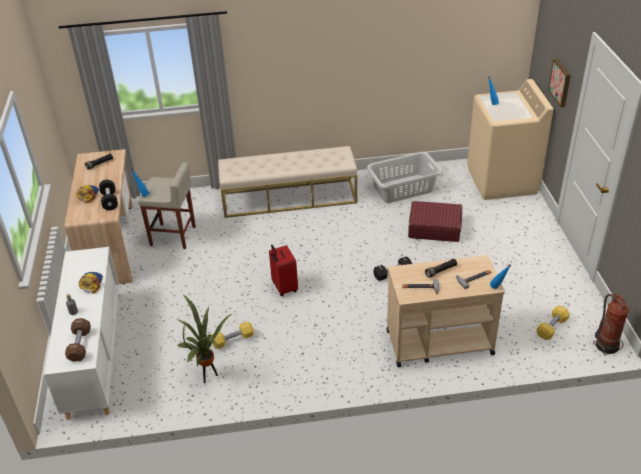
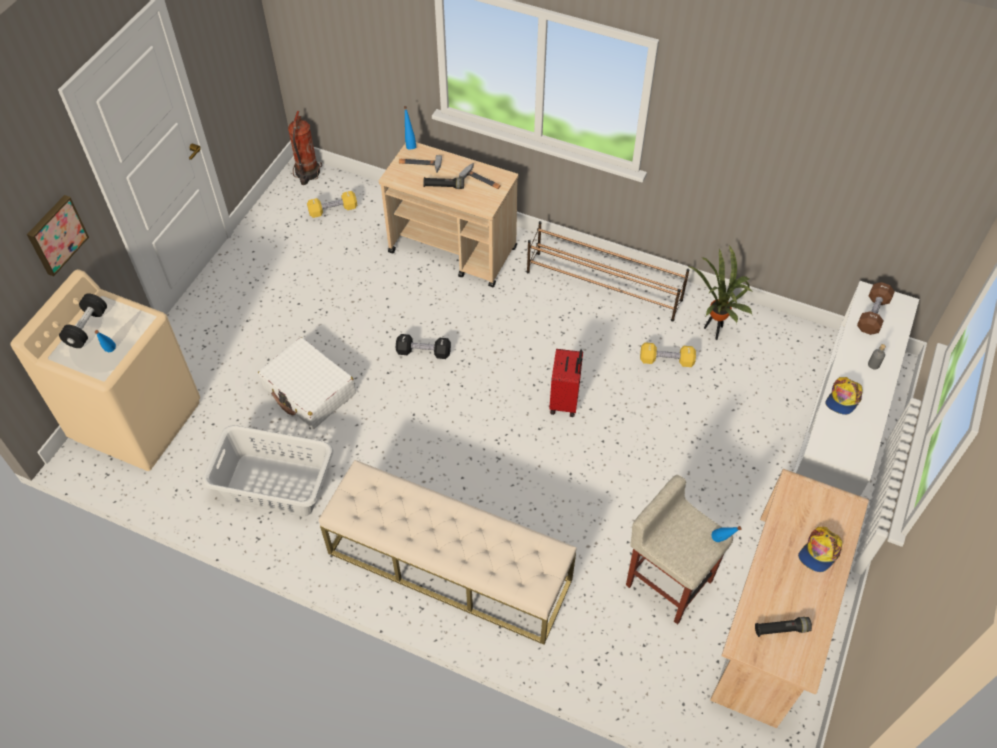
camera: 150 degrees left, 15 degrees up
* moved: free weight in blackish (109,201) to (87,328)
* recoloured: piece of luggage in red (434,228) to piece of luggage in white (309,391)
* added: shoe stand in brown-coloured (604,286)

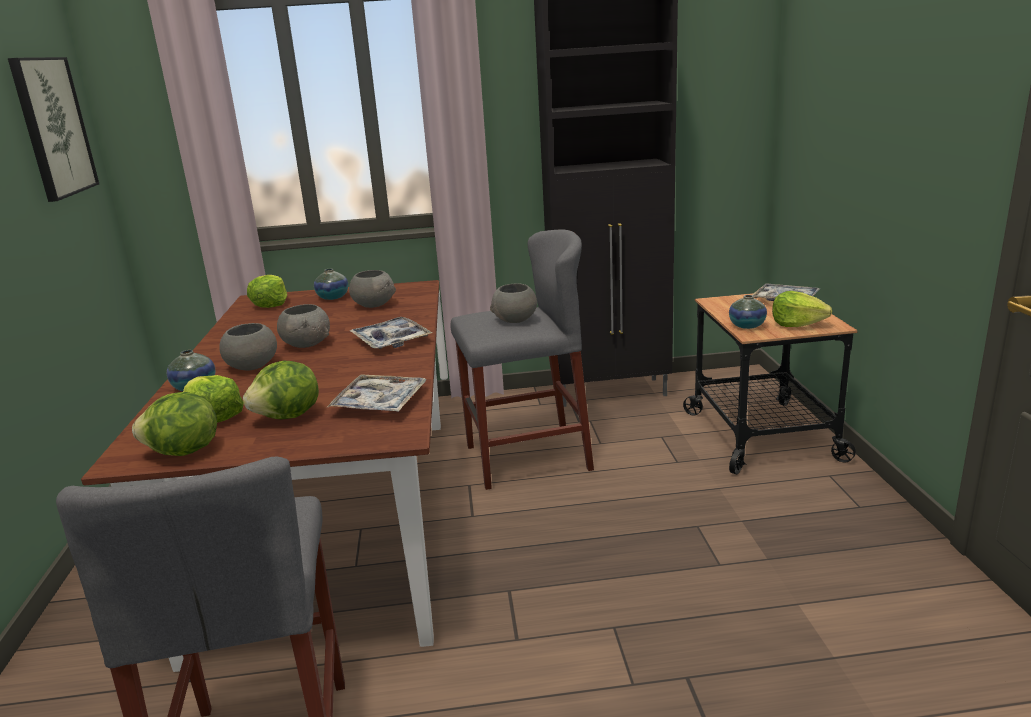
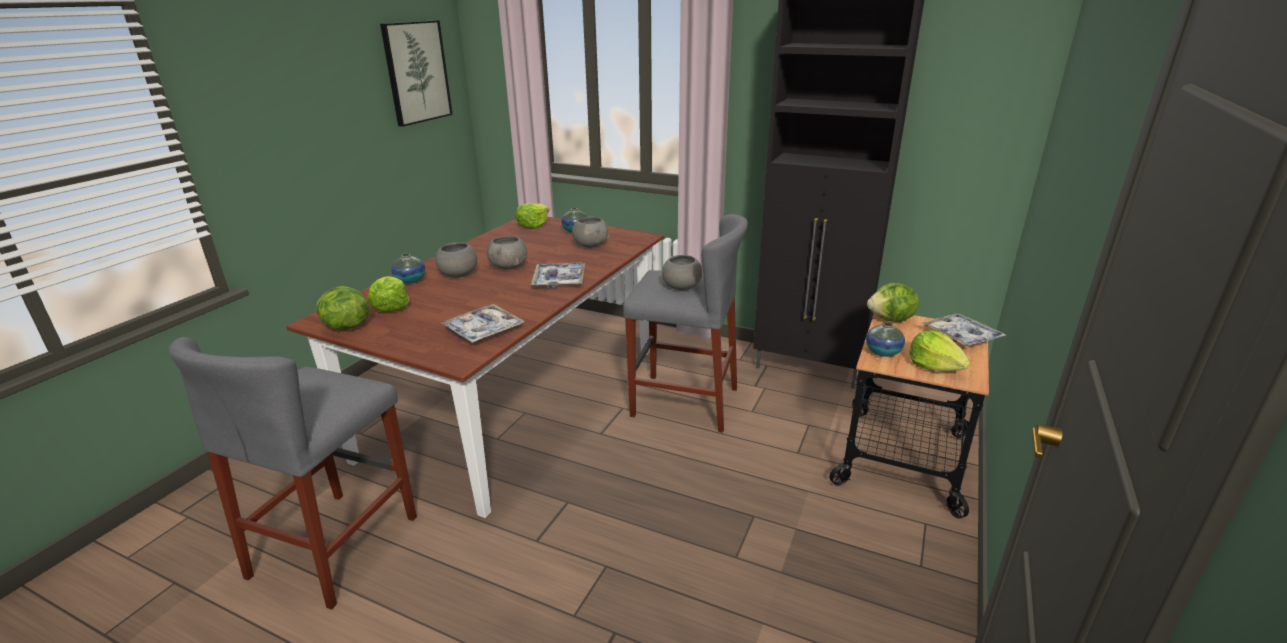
camera: 30 degrees right, 5 degrees up
* moved: head of lettuce (288,417) to (891,320)

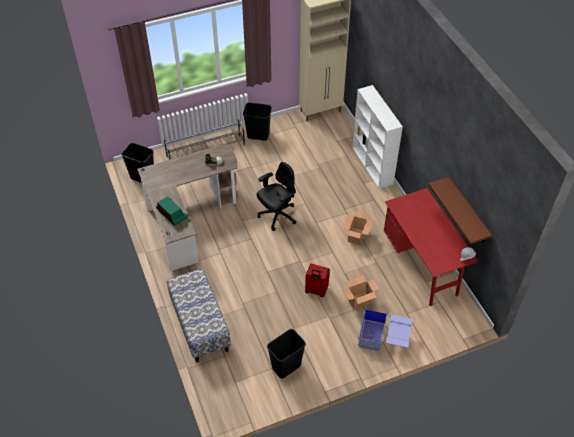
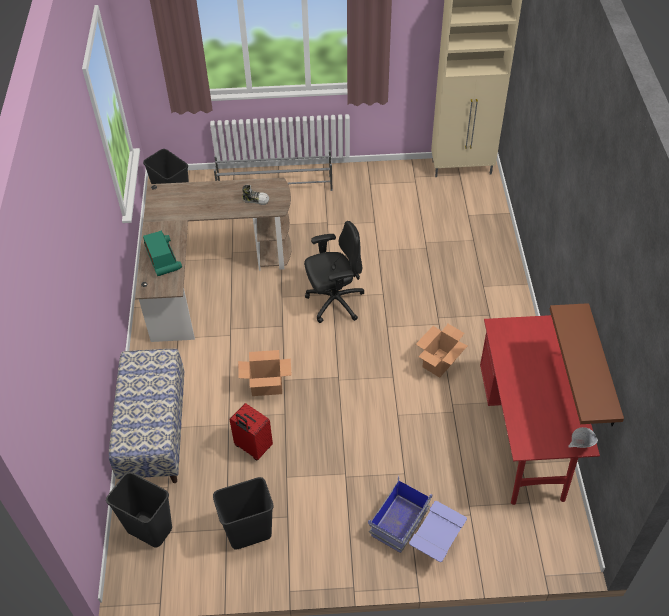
camera: 20 degrees right, 0 degrees up
* removed: bookcase in white (372,165)
* moved: waste bin in blackish (258,135) to (149,529)
* moved: piece of luggage in red (316,291) to (252,447)
* moved: cardboard box (359,300) to (267,386)

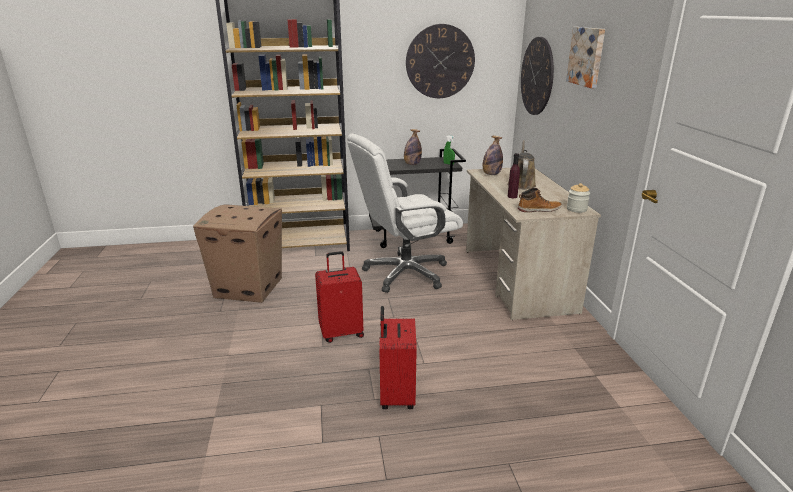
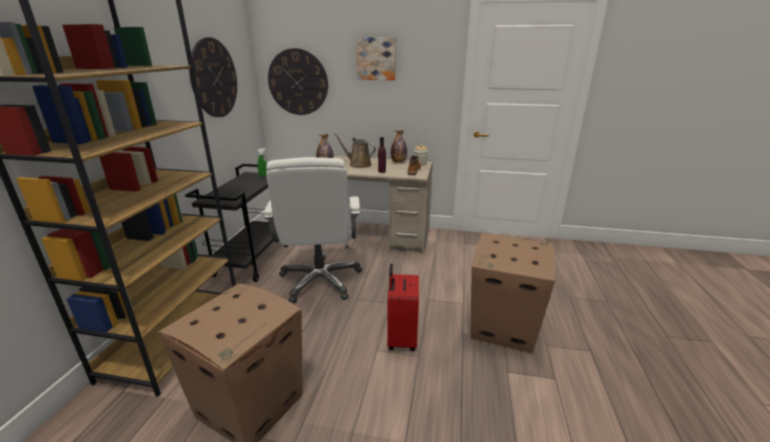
camera: 70 degrees left, 0 degrees up
* moved: beverage bottle (412,164) to (398,162)
* replaced: piece of luggage in red (396,396) to cardboard box (501,326)

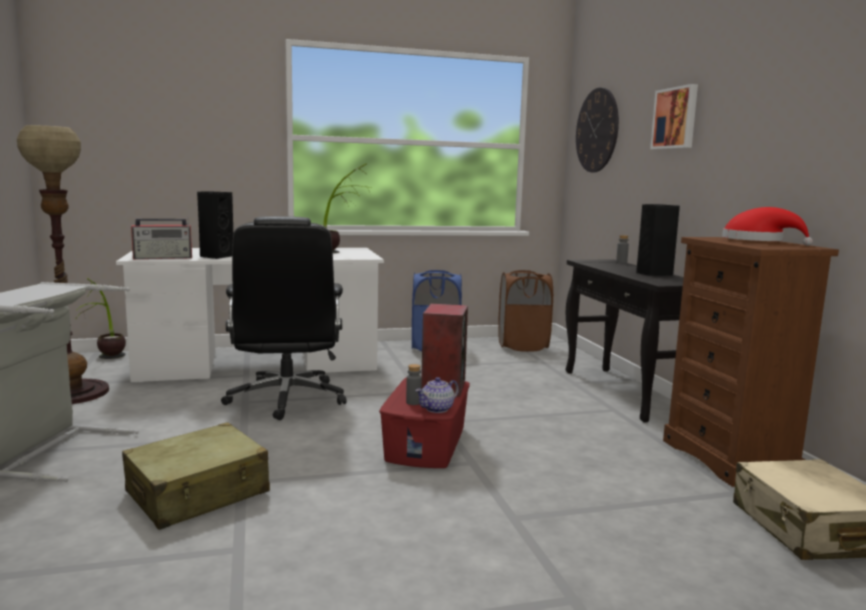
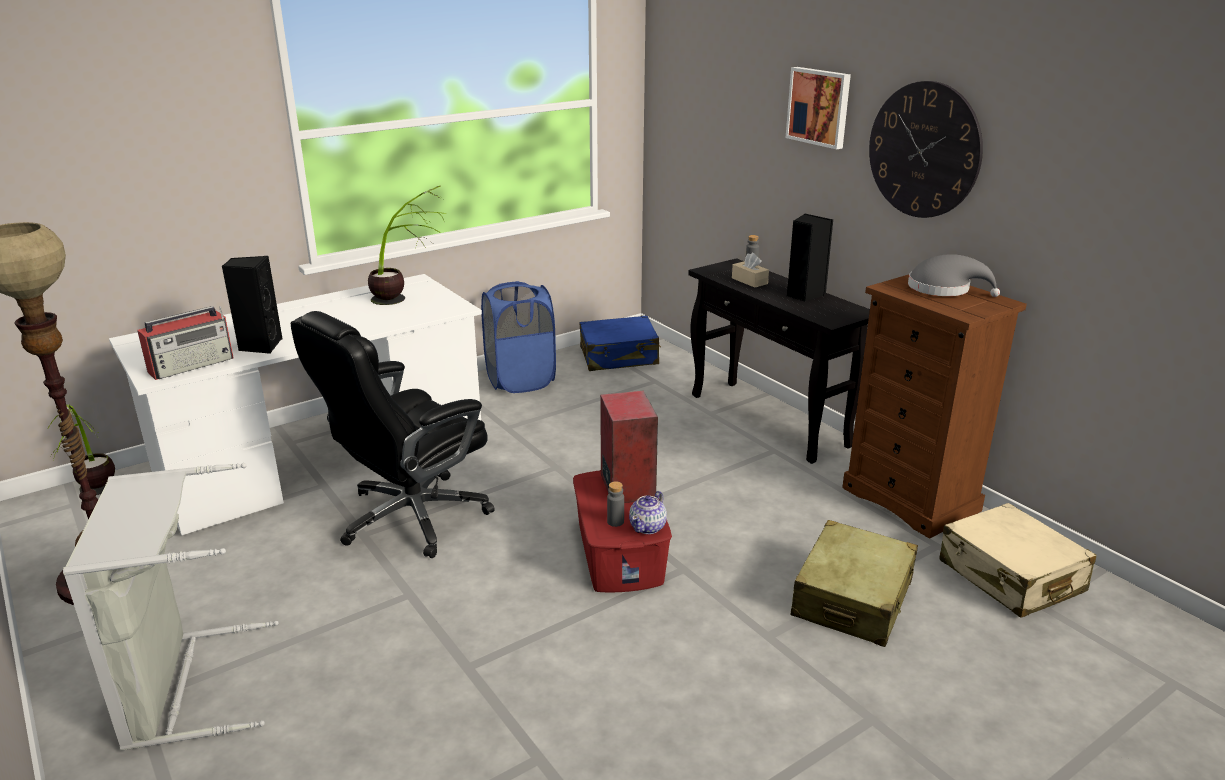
camera: 20 degrees left, 15 degrees up
* moved: wall clock (597,130) to (924,150)
* recoloured: wearable hat in red (758,241) to wearable hat in grey (944,289)
* turned: office chair in blackish (286,399) = (410,517) 75 degrees clockwise
* replaced: laundry basket in brown-coloured (523,346) to piece of luggage in blue (619,356)
* moved: piece of luggage in beige (198,493) to (852,599)
* added: box of tissues in beige (749,281)

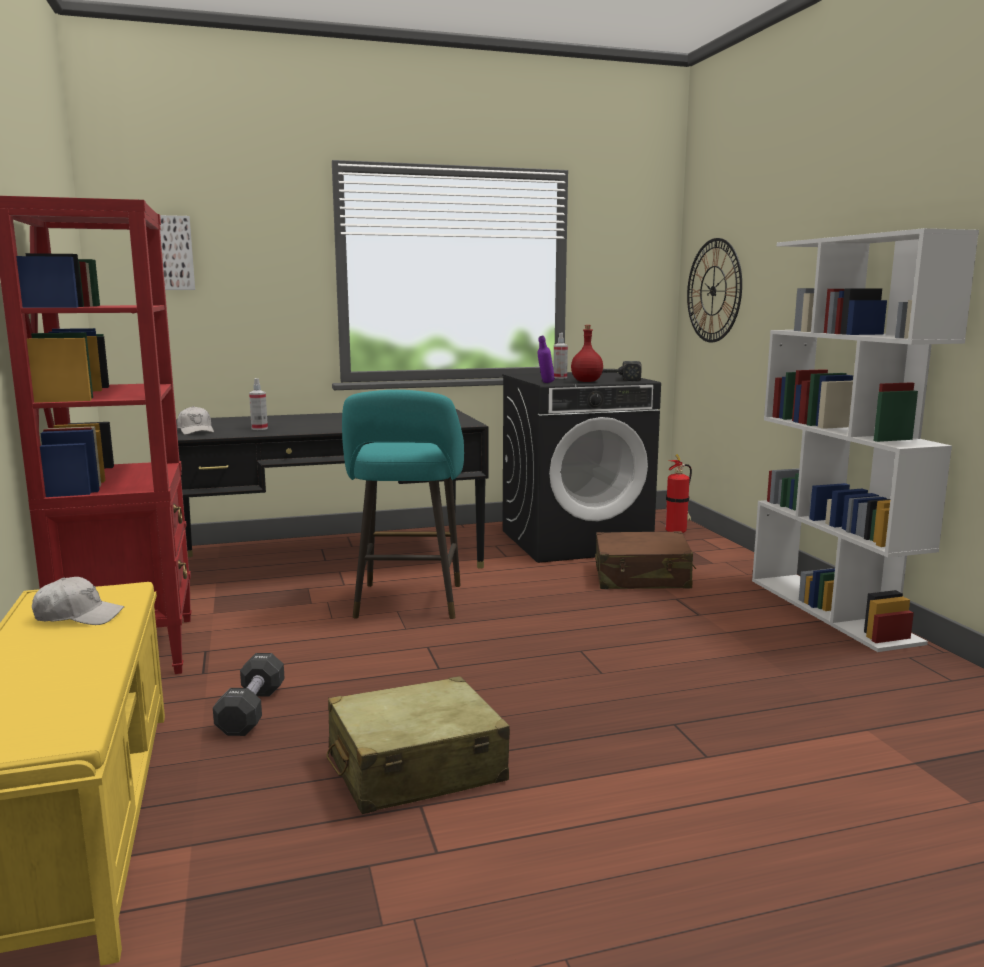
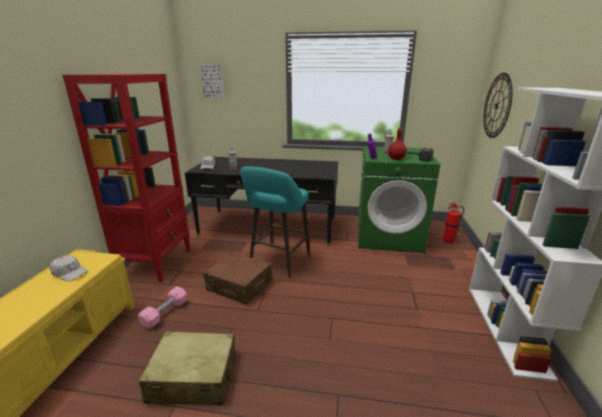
camera: 25 degrees right, 10 degrees up
* recoloured: washing machine in blackish (575,541) to washing machine in greenish (389,236)
* moved: piece of luggage in brown-coloured (642,577) to (240,286)
* recoloured: free weight in blackish (251,710) to free weight in pinkish (165,313)

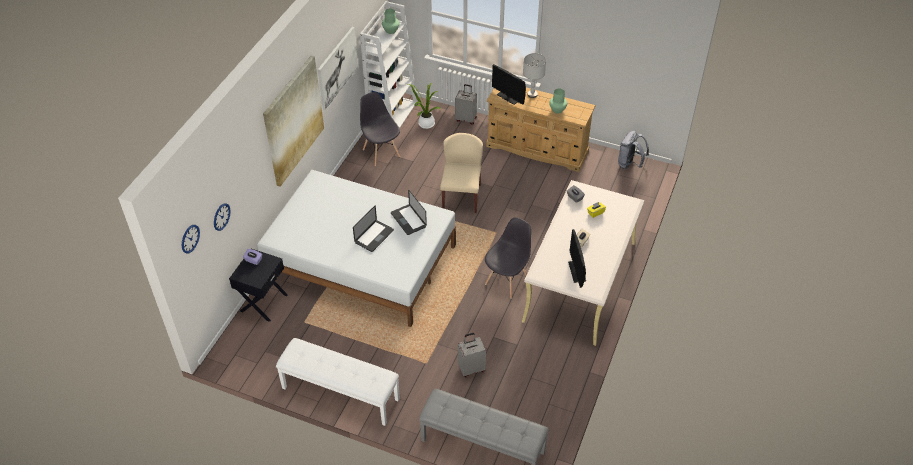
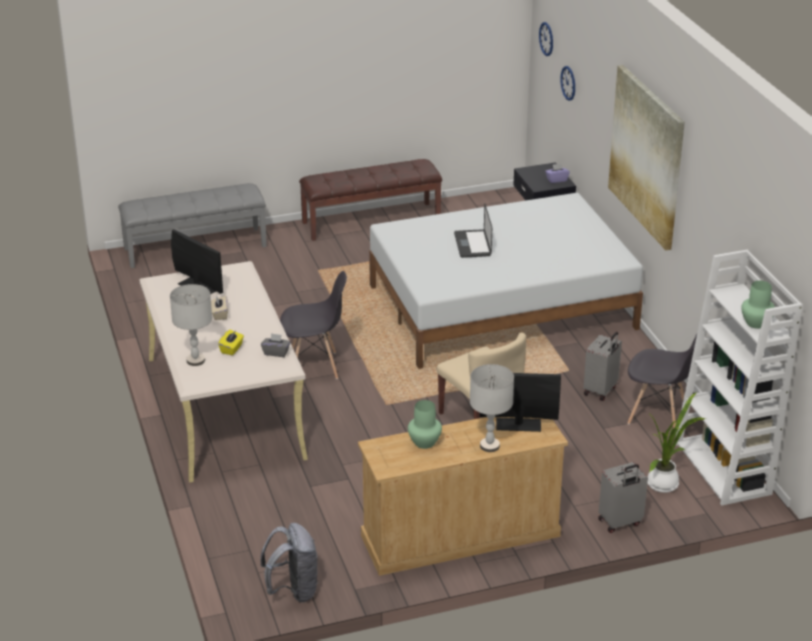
camera: 140 degrees right, 15 degrees down
* removed: picture (337,67)
* removed: laptop (408,220)
* turned: upright chair in grey (507,281) = (314,366) 90 degrees counterclockwise
* moved: piece of luggage in grey (471,368) to (601,390)
* recoloured: indoor bench in white (340,394) to indoor bench in brown-coloured (371,221)
* added: tabletop lamp in grey (195,361)

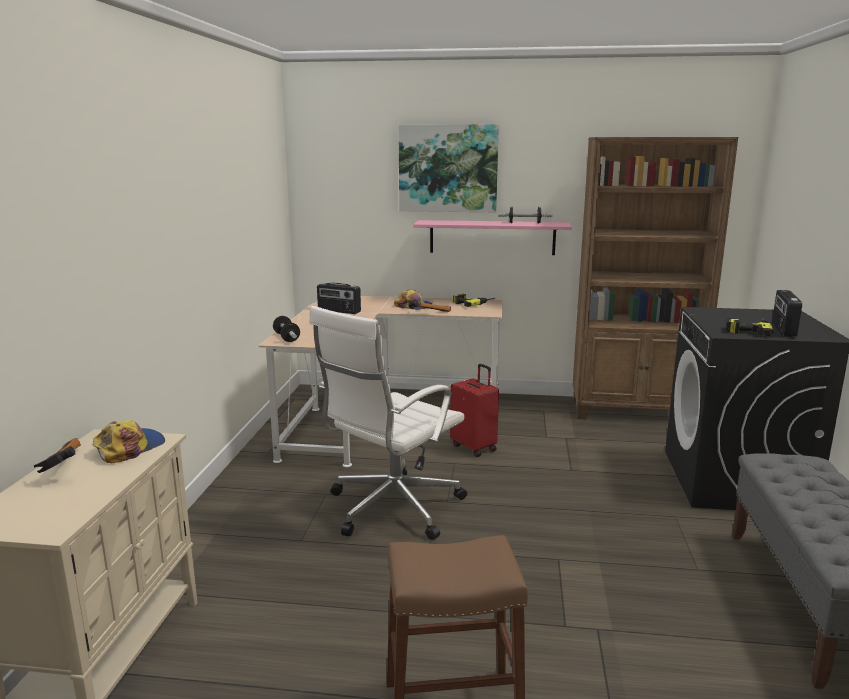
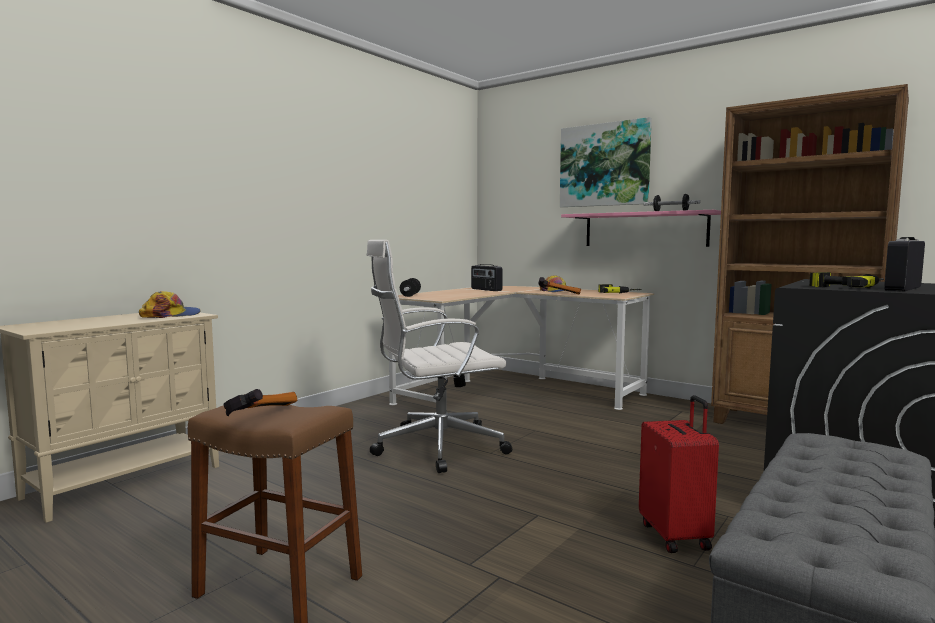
camera: 30 degrees right, 10 degrees down
* moved: piece of luggage in red (474,447) to (676,536)
* moved: hand hammer (60,467) to (261,417)

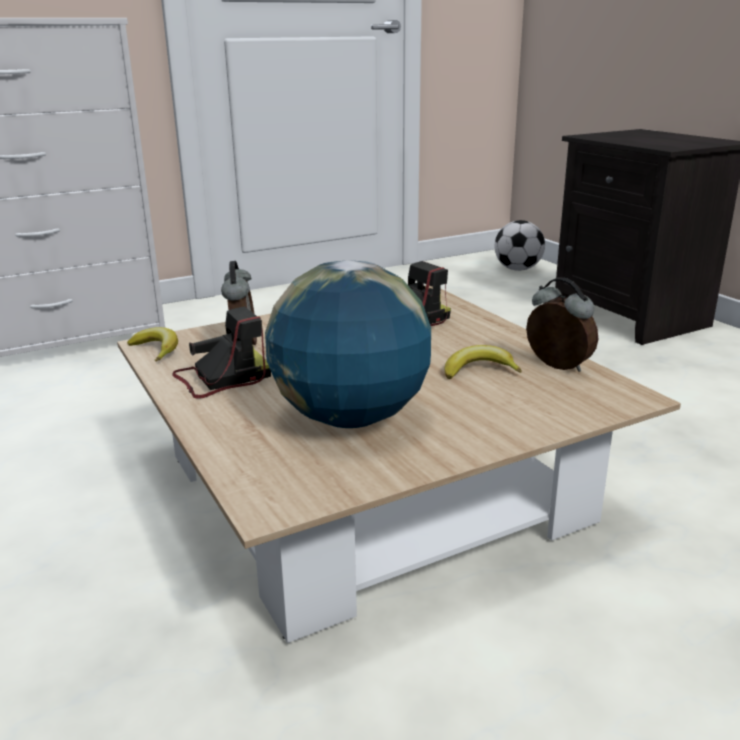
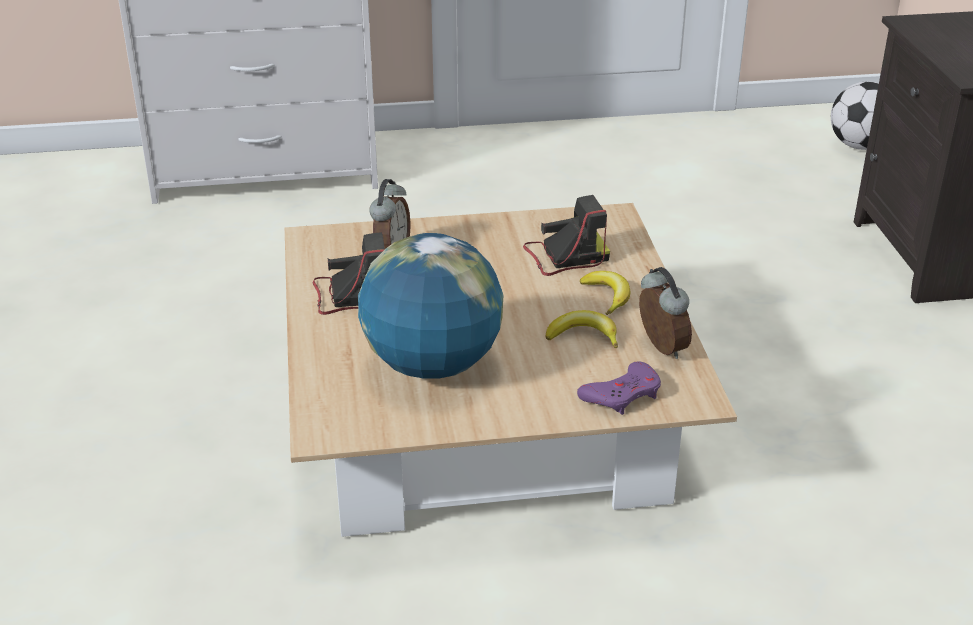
camera: 20 degrees right, 10 degrees up
* moved: banana fruit (156,350) to (607,296)
* added: joypad in purplish (622,394)

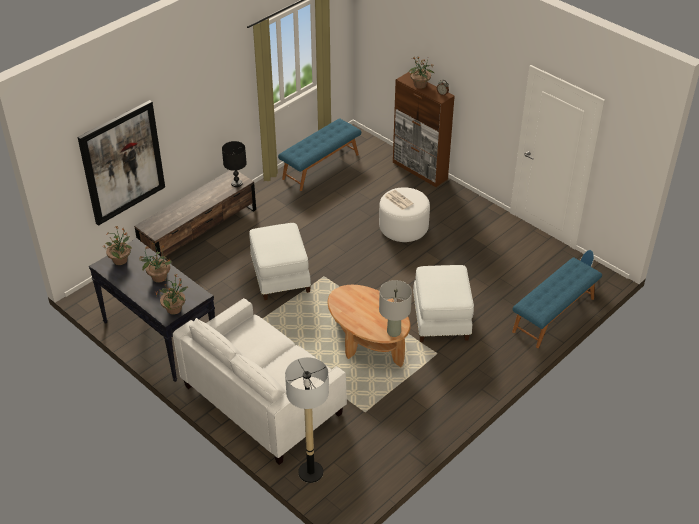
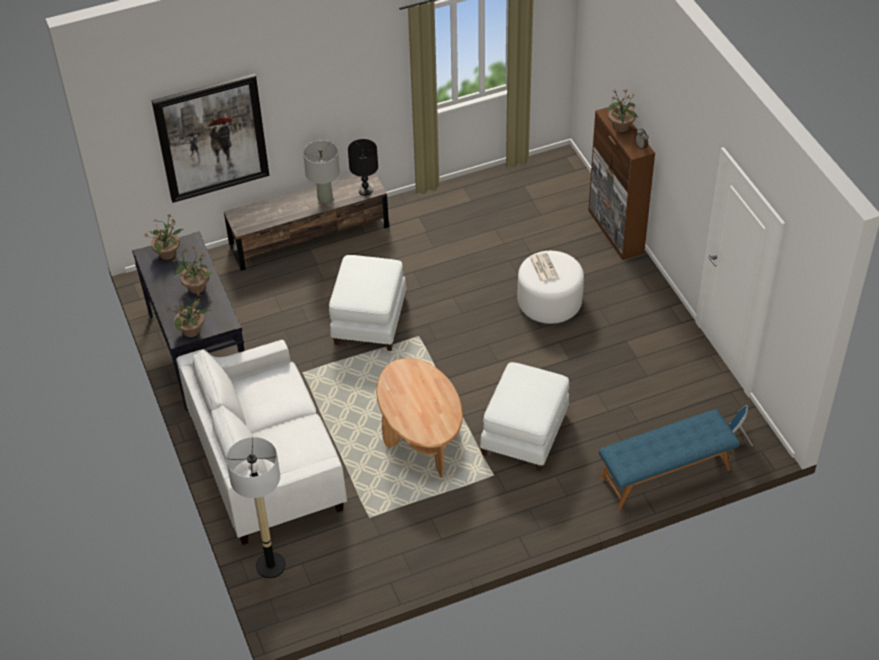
camera: 25 degrees right, 5 degrees up
* removed: indoor bench in blue (320,166)
* moved: tabletop lamp in grey (394,332) to (325,198)

